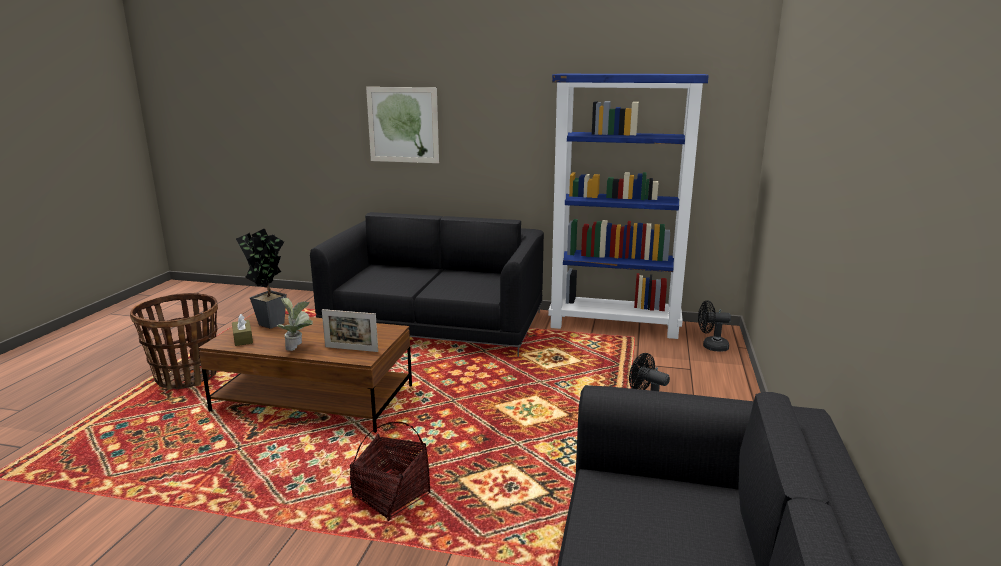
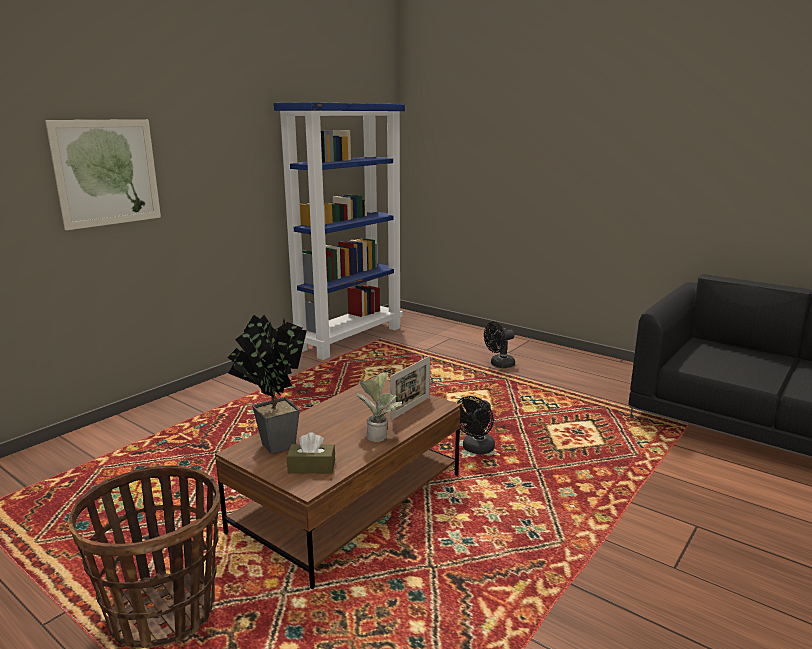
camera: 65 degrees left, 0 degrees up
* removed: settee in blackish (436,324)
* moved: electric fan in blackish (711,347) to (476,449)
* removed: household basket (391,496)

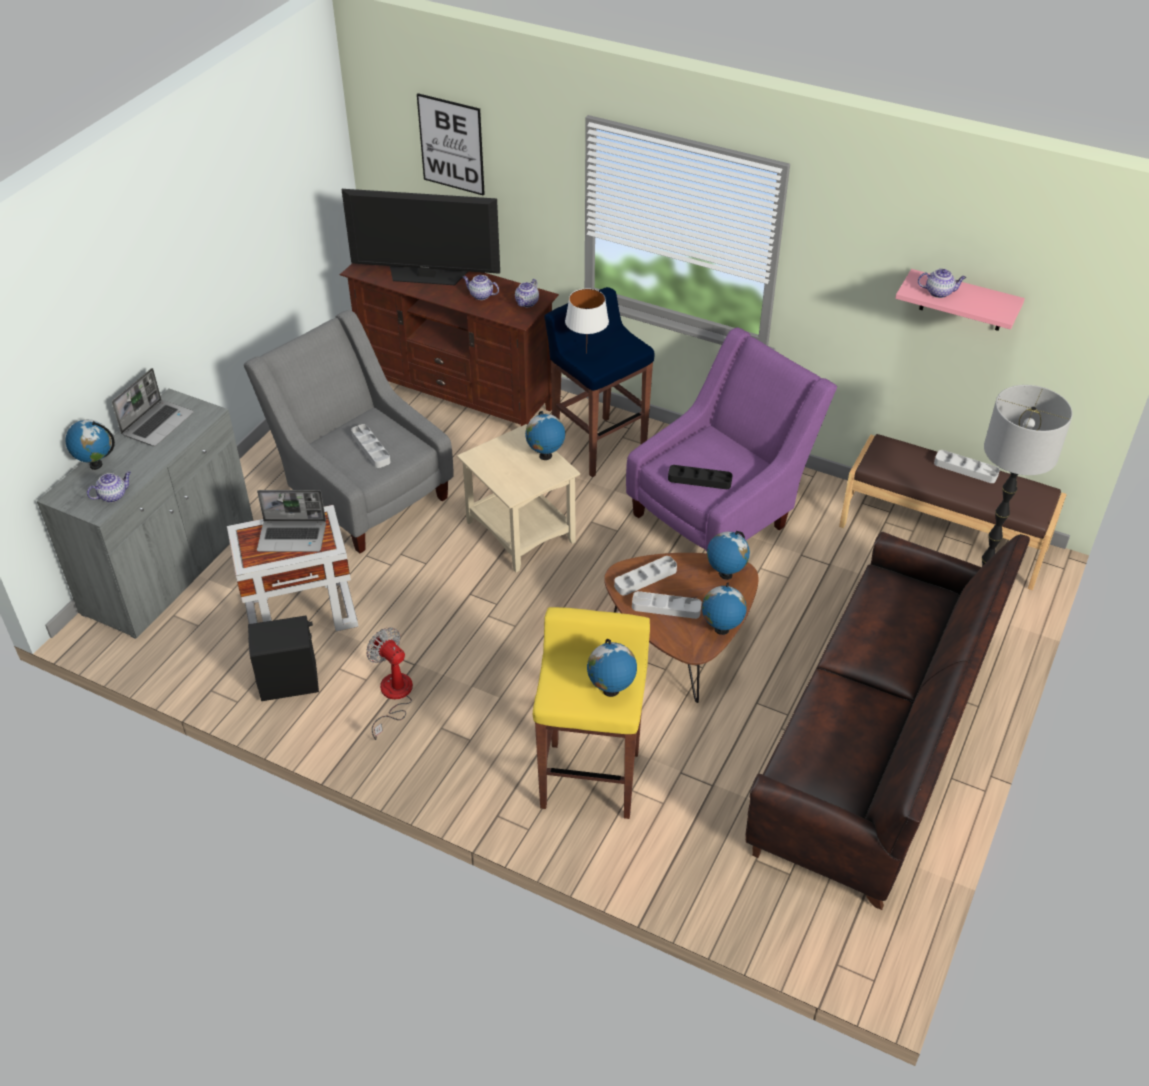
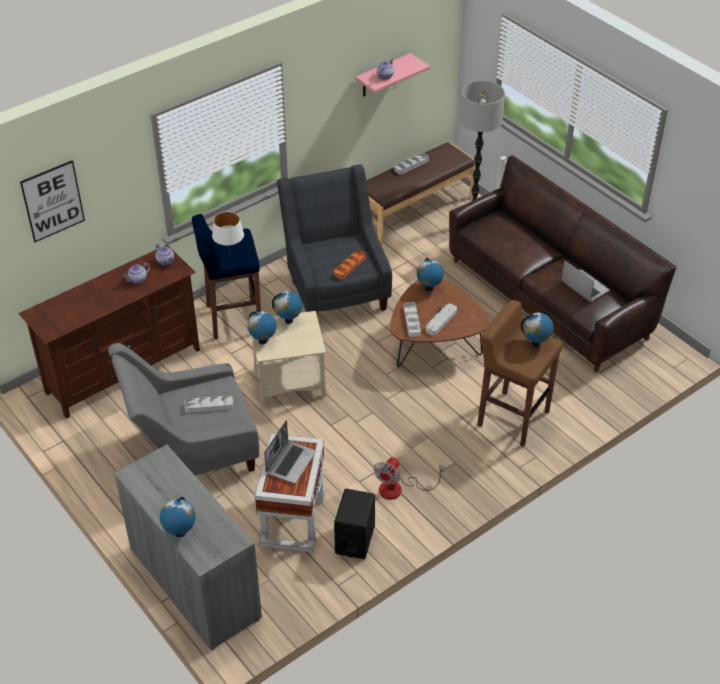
camera: 65 degrees left, 0 degrees up
* removed: TV set (426,275)
* recoloured: lounge chair in purplish (720,513) to lounge chair in grey (335,288)
* moved: laptop (158,423) to (584,287)
* recoloured: carrying tray in blackish (699,480) to carrying tray in orange (350,266)
* removed: pot for tea (113,495)
* moved: globe (721,629) to (262,341)
* recoloured: sitting stool in yellow-coloured (590,778) to sitting stool in brown-coloured (512,418)
* turned: electric fan (393,696) = (399,489) 45 degrees counterclockwise

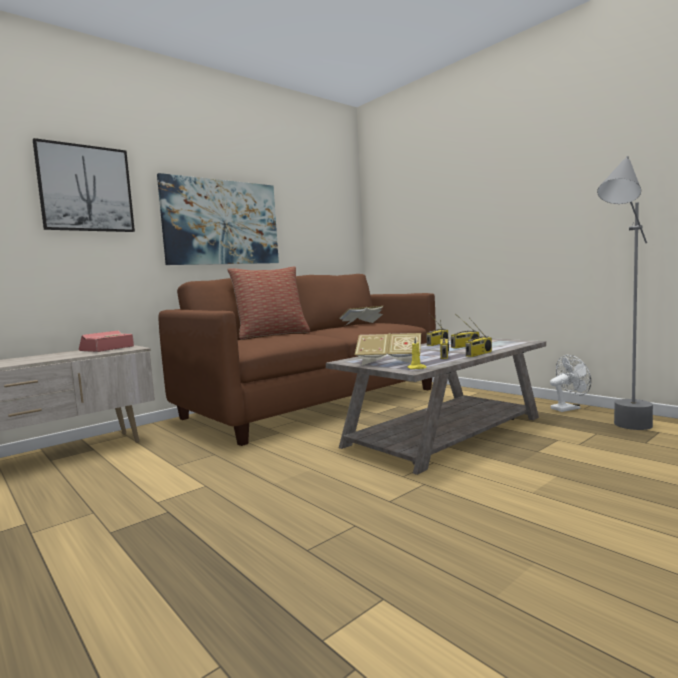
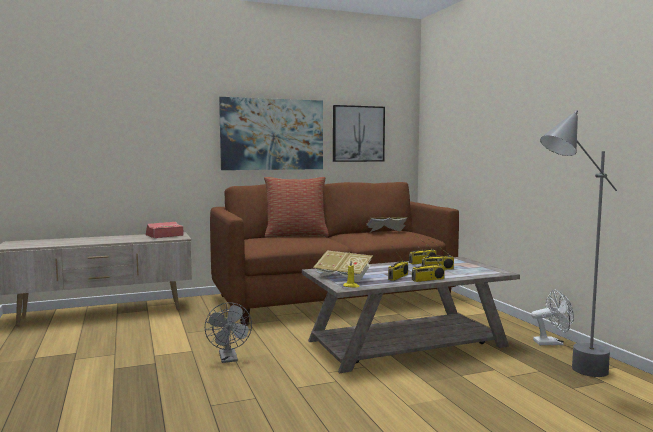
camera: 20 degrees right, 0 degrees up
* moved: picture (86,189) to (358,134)
* added: electric fan in grey (229,359)

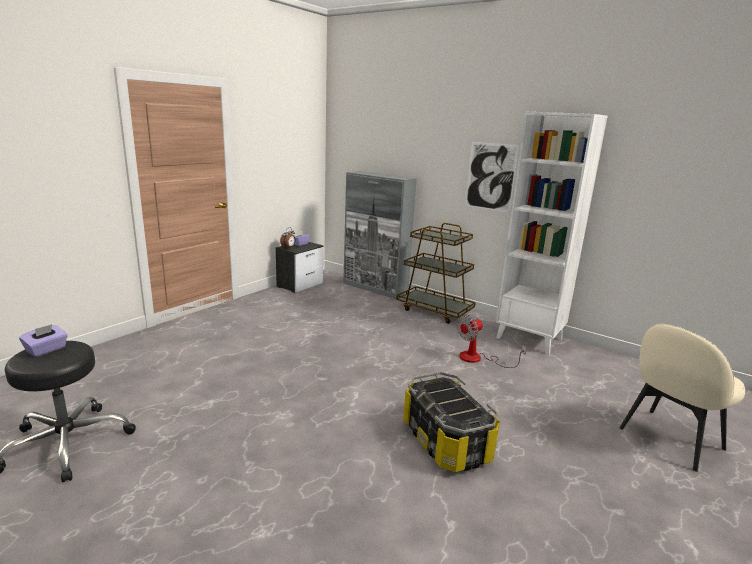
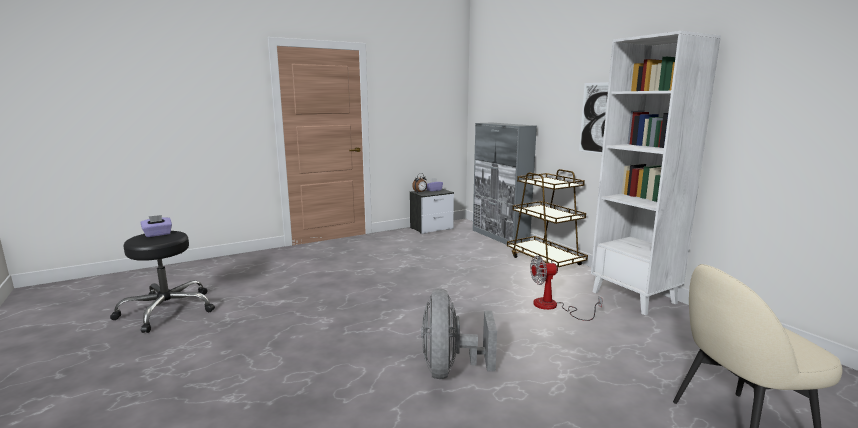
camera: 25 degrees right, 5 degrees down
* replaced: storage container (447,441) to electric fan in grey (450,369)

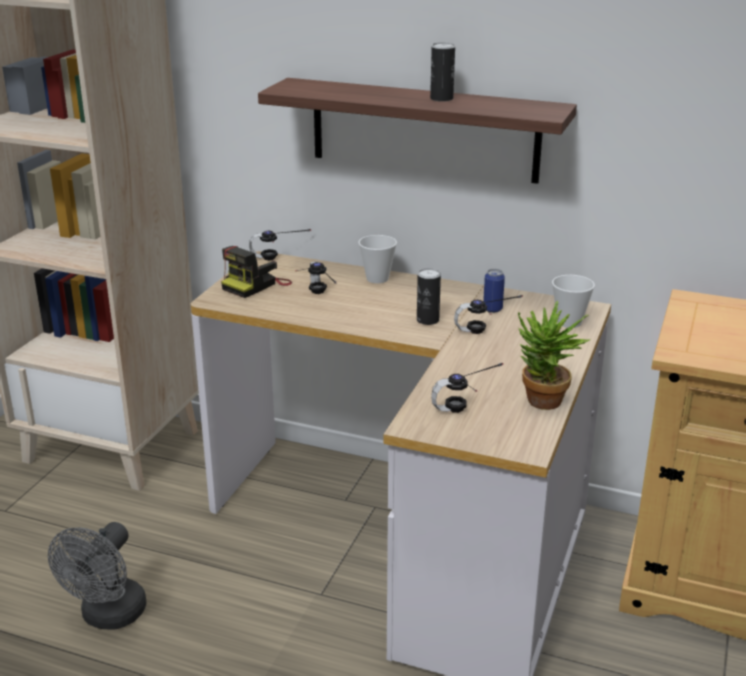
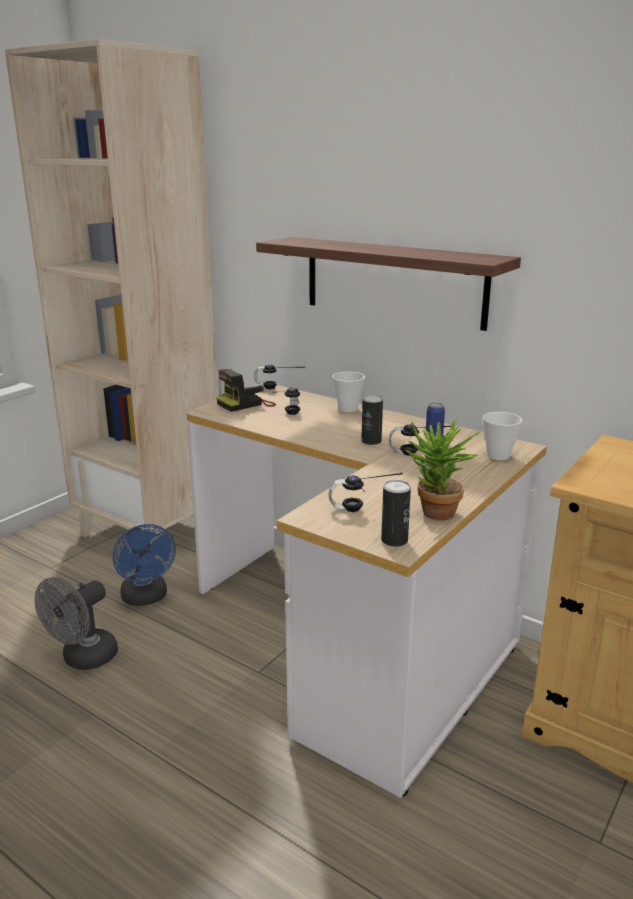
camera: 15 degrees right, 5 degrees down
* moved: metal can (441,99) to (394,540)
* added: electric fan in blue (146,598)

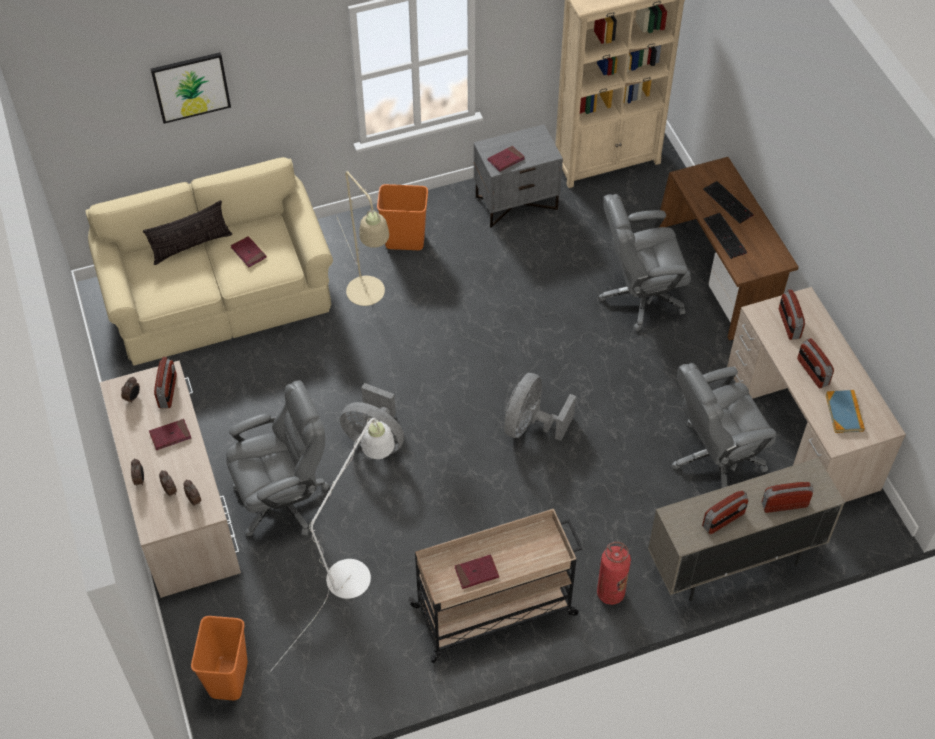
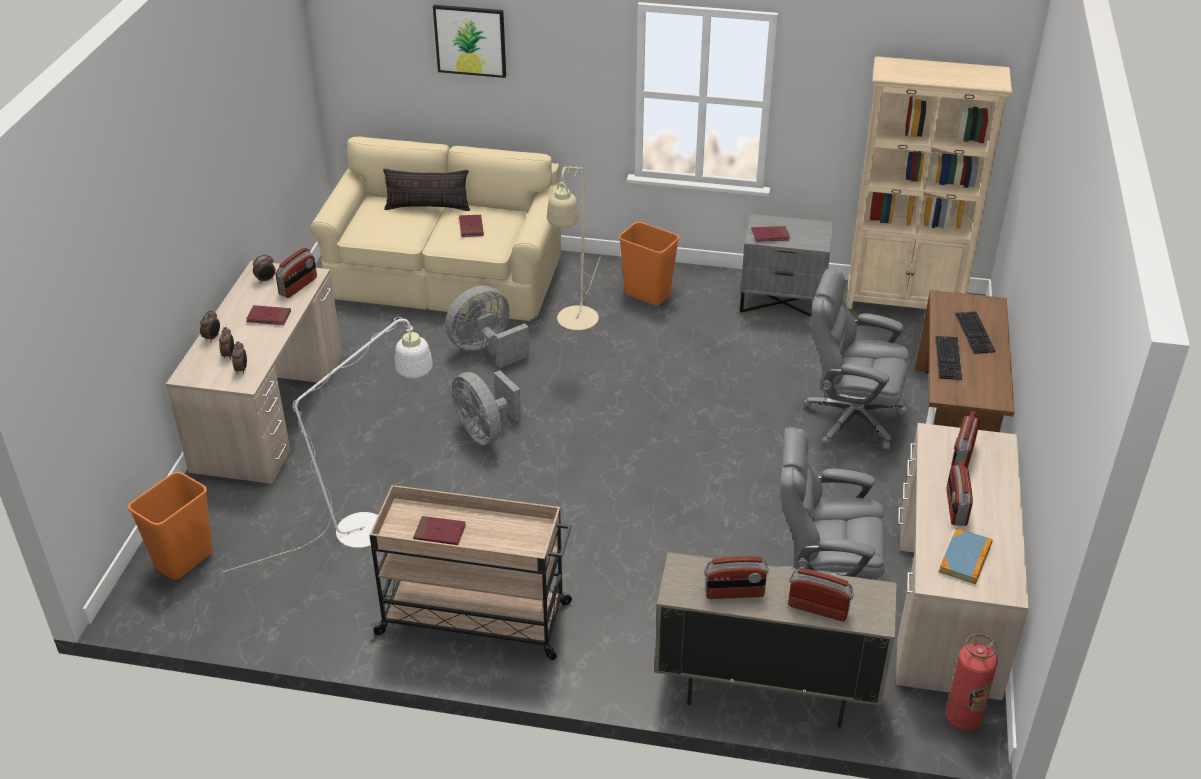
camera: 30 degrees right, 15 degrees down
* moved: electric fan in grey (531,425) to (486,350)
* removed: office chair in grey (283,499)
* moved: fire extinguisher (610,593) to (963,718)

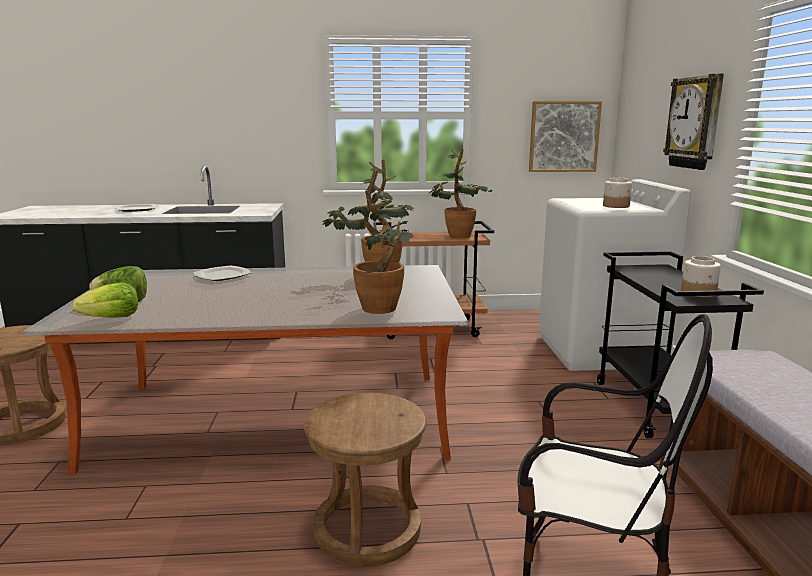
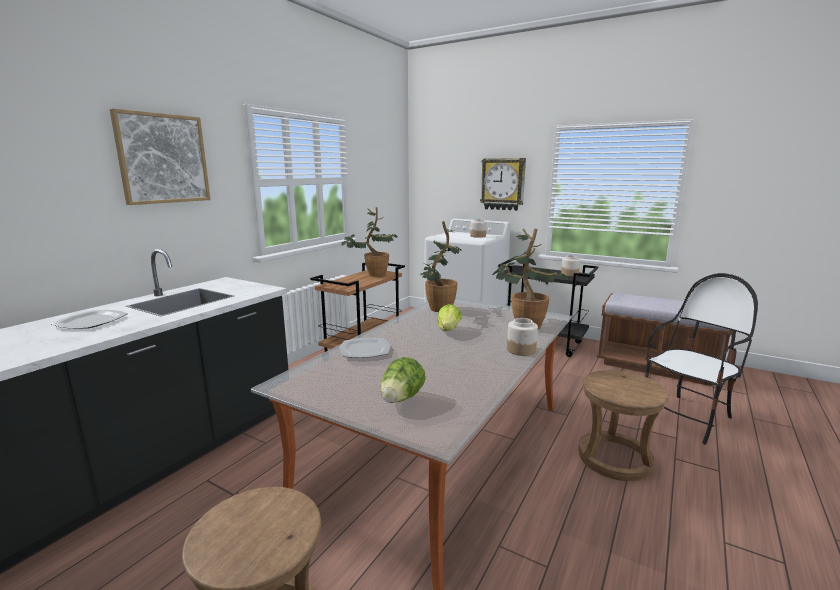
camera: 55 degrees left, 0 degrees up
* moved: picture (564,137) to (163,159)
* moved: head of lettuce (112,318) to (448,330)
* added: jar (521,350)

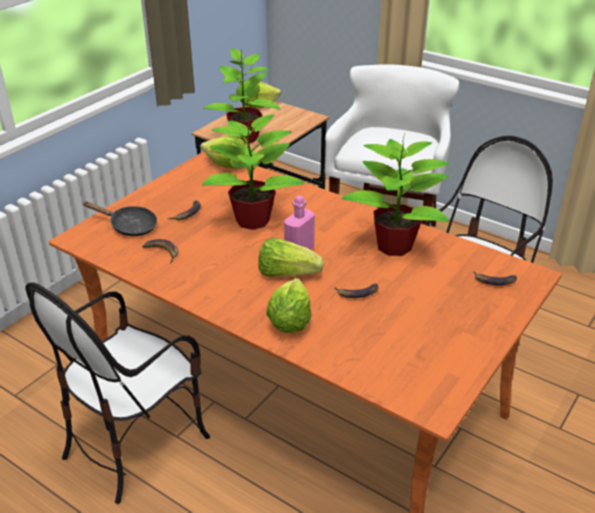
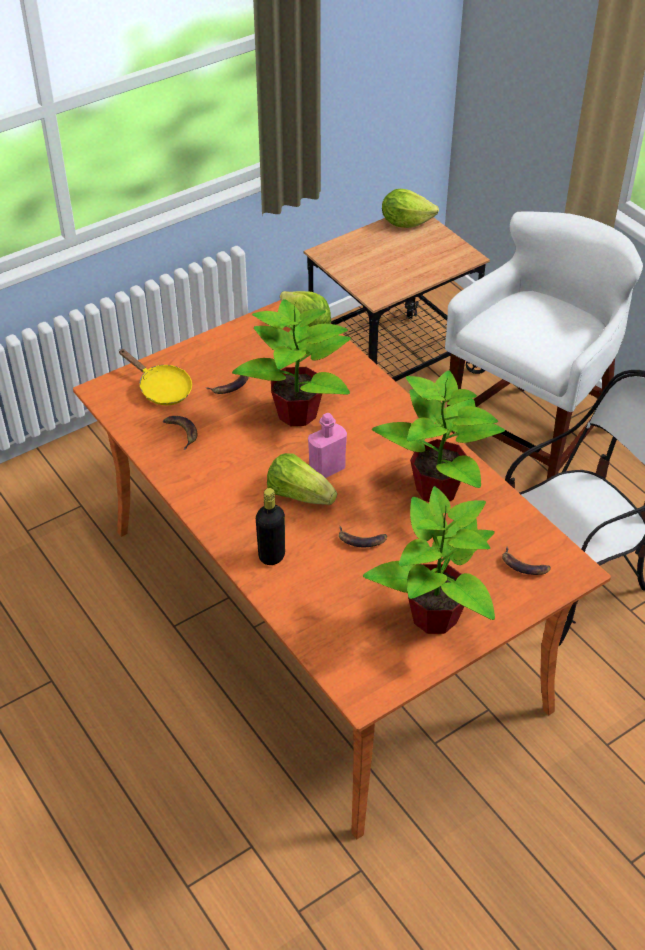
camera: 20 degrees right, 10 degrees up
* moved: potted plant (245,138) to (434,617)
* recoloured: skillet in blackish (129,226) to skillet in yellow-coloured (161,389)
* replaced: head of lettuce (289,322) to beverage bottle in blackish (271,556)
* removed: upright chair (135,442)

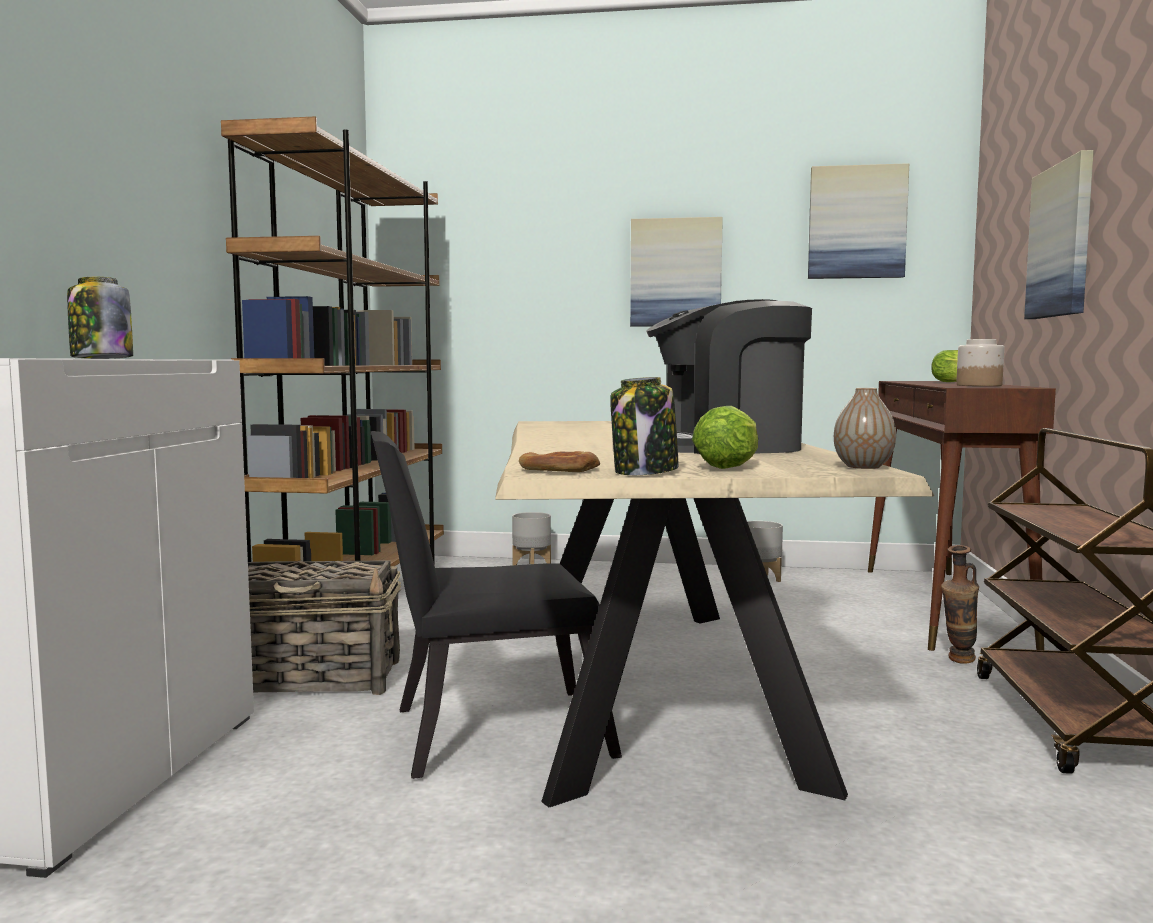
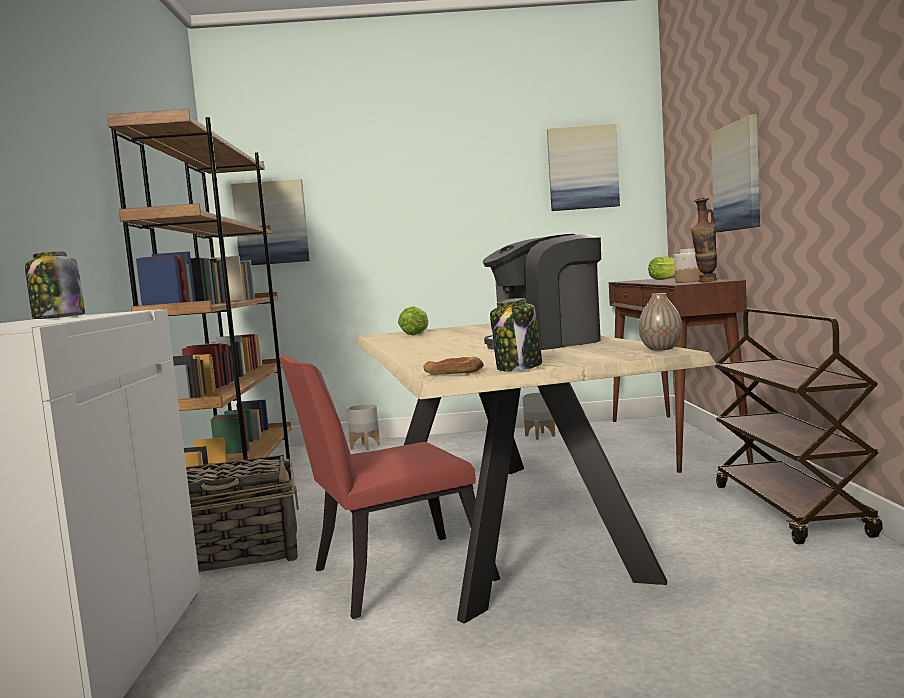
camera: 10 degrees left, 0 degrees up
* moved: picture (676,272) to (271,223)
* moved: head of lettuce (730,466) to (416,334)
* recoloured: upright chair in blackish (485,732) to upright chair in red (390,576)
* moved: decorative vase (958,662) to (706,282)

